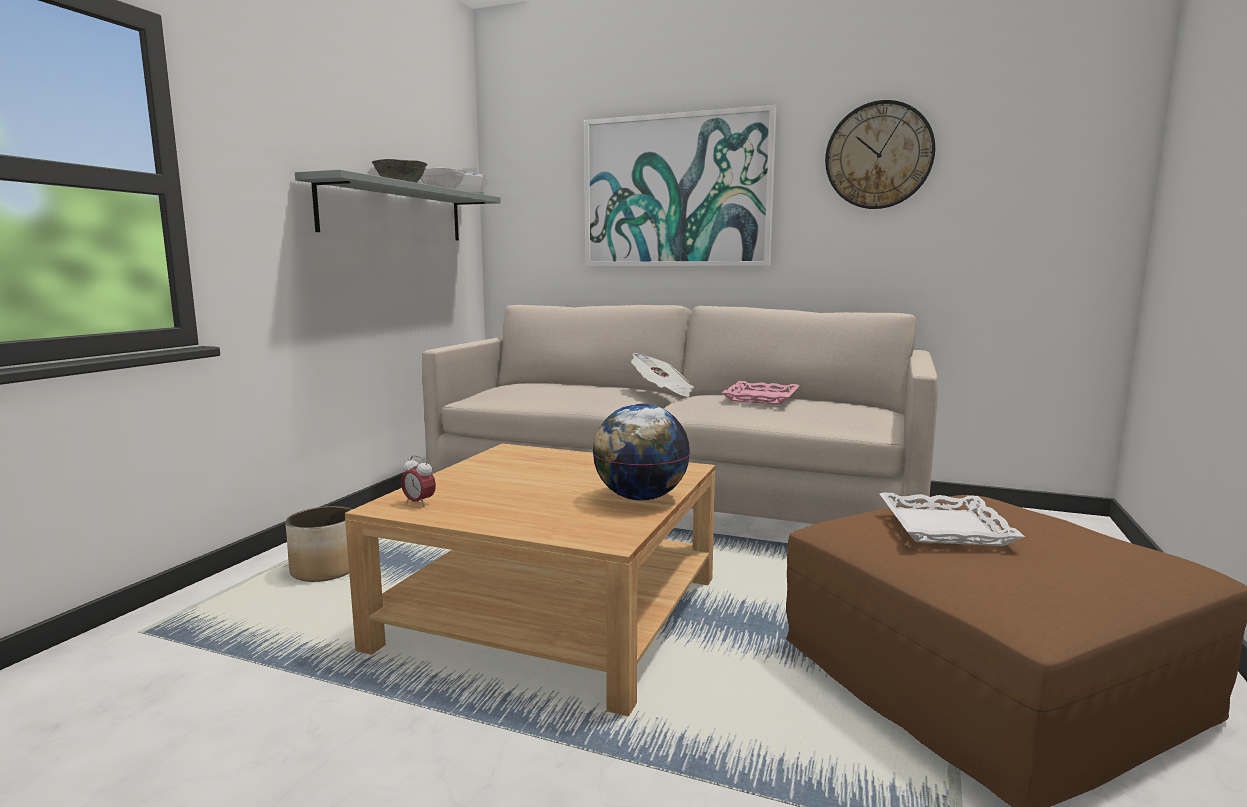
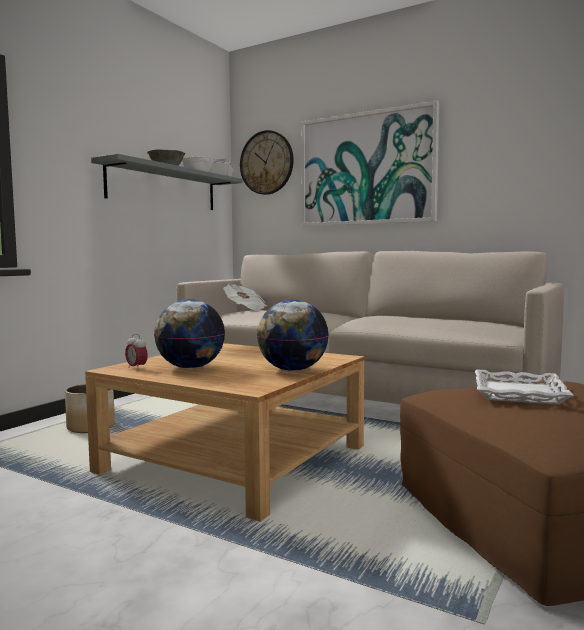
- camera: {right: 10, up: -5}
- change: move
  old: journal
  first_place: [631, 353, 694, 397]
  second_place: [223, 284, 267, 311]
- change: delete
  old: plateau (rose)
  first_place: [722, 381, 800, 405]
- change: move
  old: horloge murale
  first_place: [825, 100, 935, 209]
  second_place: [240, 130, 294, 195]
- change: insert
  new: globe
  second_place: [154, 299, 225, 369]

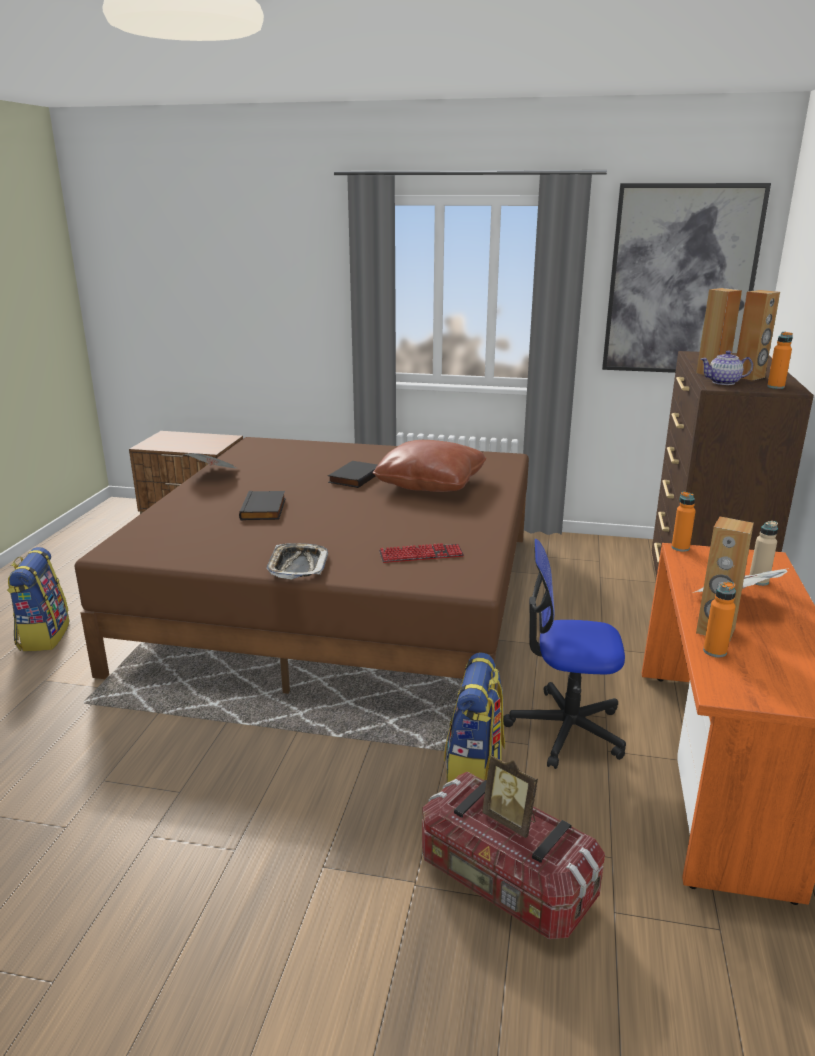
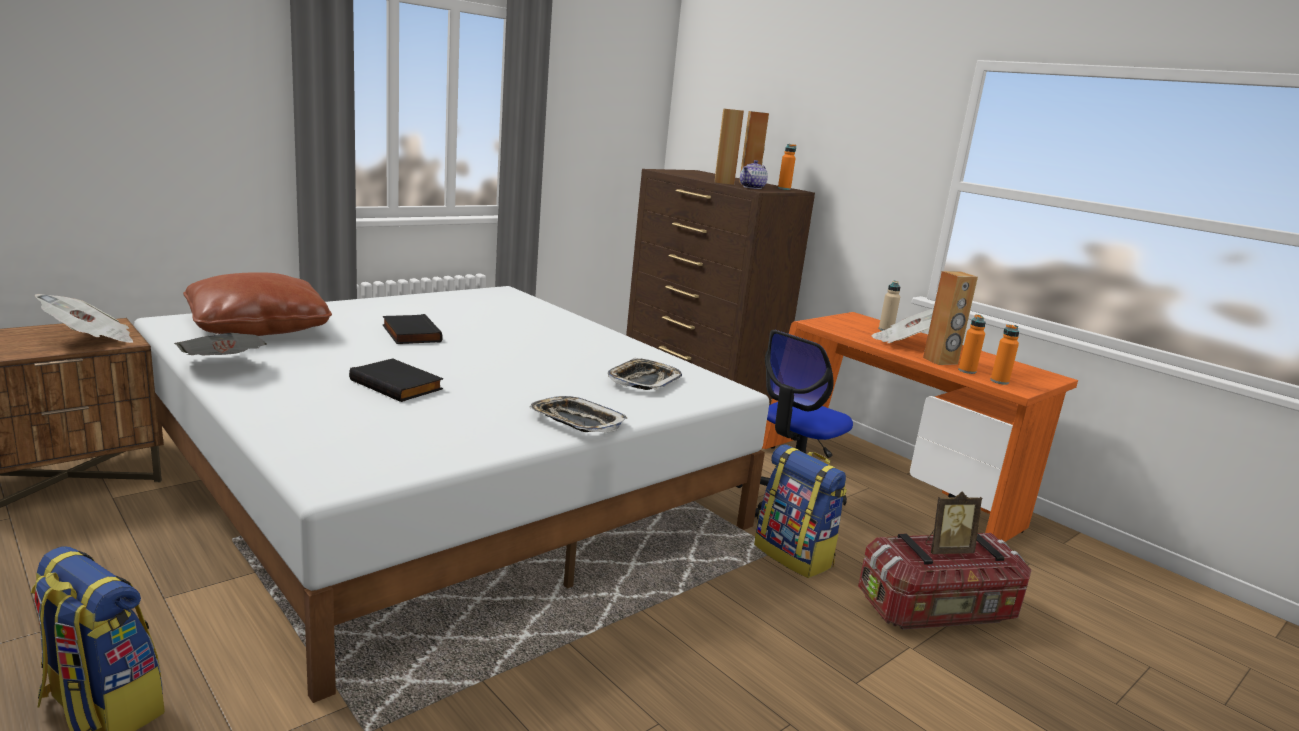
- camera: {right: -55, up: -5}
- change: recolor
  old: lit (marron)
  new: lit (blanc)
  first_place: [75, 437, 529, 694]
  second_place: [134, 286, 769, 703]
- change: move
  old: coussin (marron)
  first_place: [373, 440, 486, 492]
  second_place: [183, 272, 332, 336]
- change: replace
  old: clavier
  new: plateau
  first_place: [379, 543, 464, 563]
  second_place: [608, 358, 682, 390]
- change: delete
  old: tableau
  first_place: [602, 183, 771, 373]
- change: move
  old: bouteille (orange)
  first_place: [672, 491, 696, 552]
  second_place: [990, 324, 1019, 385]
- change: insert
  new: journal
  second_place: [35, 294, 133, 343]

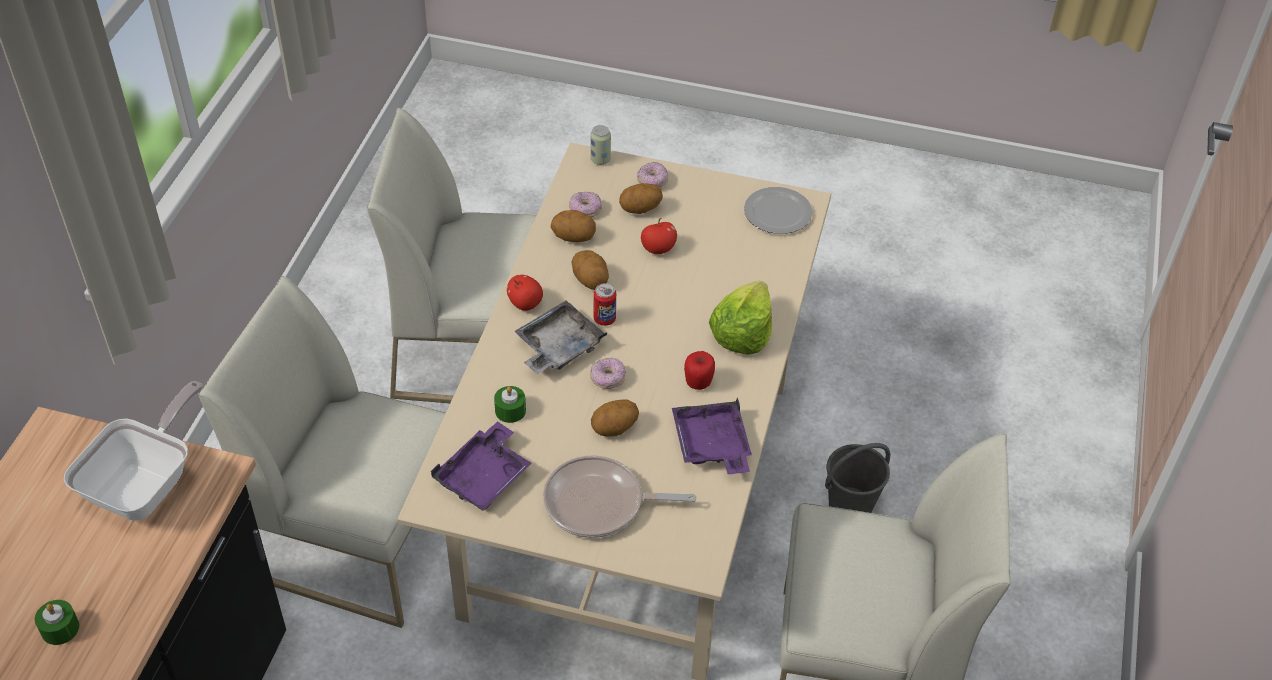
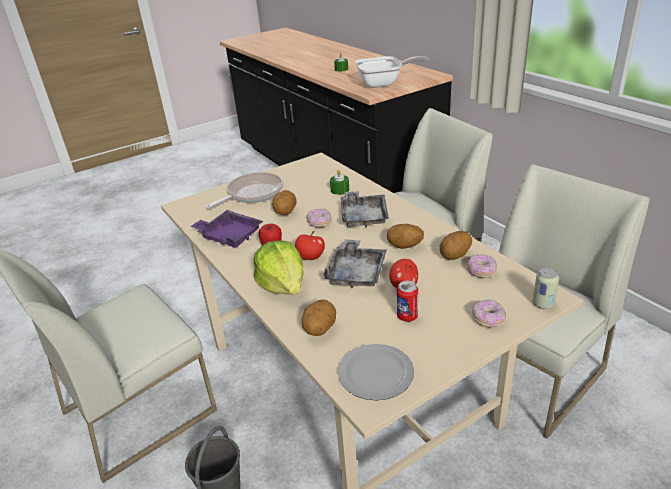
- camera: {right: 135, up: -15}
- change: rotate
  old: poêle
  first_place: [64, 381, 203, 521]
  second_place: [355, 56, 429, 88]
  degrees: -75
- change: delete
  old: plateau (violet)
  first_place: [431, 421, 532, 511]
- change: move
  old: pomme
  first_place: [507, 275, 543, 311]
  second_place: [295, 231, 325, 260]
- change: move
  old: boîte métallique
  first_place: [594, 283, 616, 326]
  second_place: [397, 281, 418, 322]
- change: move
  old: pomme de terre
  first_place: [619, 183, 663, 214]
  second_place: [302, 299, 336, 336]
- change: insert
  new: plateau (gris)
  second_place: [324, 239, 387, 288]

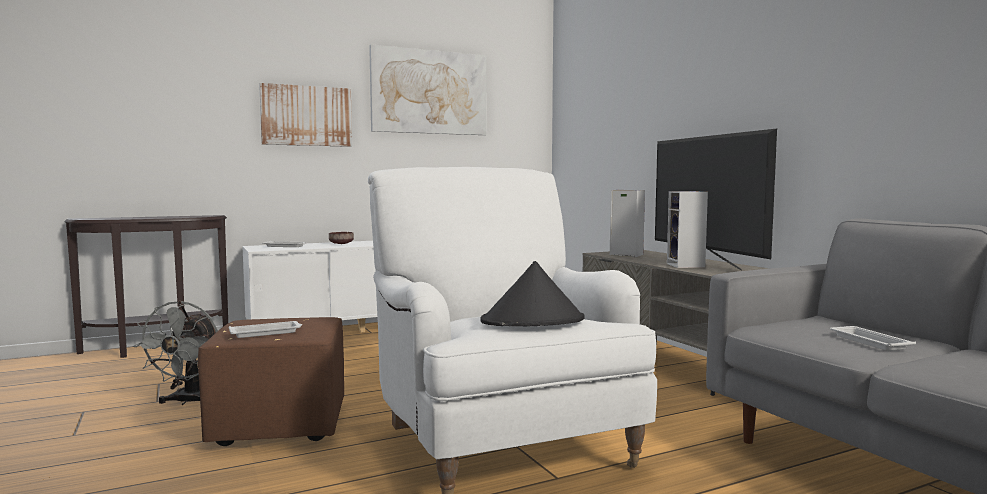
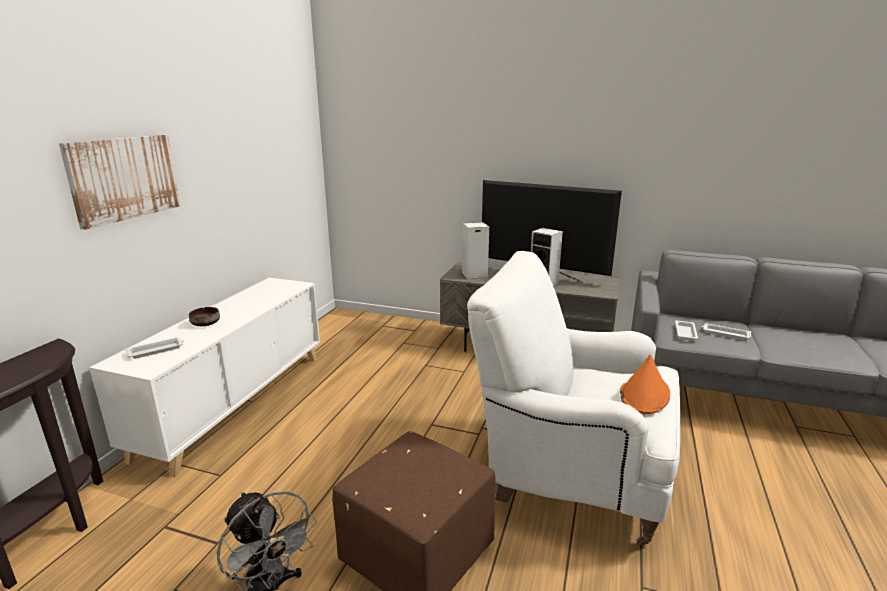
- camera: {right: -45, up: 15}
- change: move
  old: plateau (blanc)
  first_place: [229, 321, 302, 338]
  second_place: [675, 321, 698, 341]
- change: delete
  old: tableau
  first_place: [369, 44, 487, 135]
- change: recolor
  old: chapeau (noir)
  new: chapeau (orange)
  first_place: [480, 261, 585, 326]
  second_place: [620, 355, 670, 414]

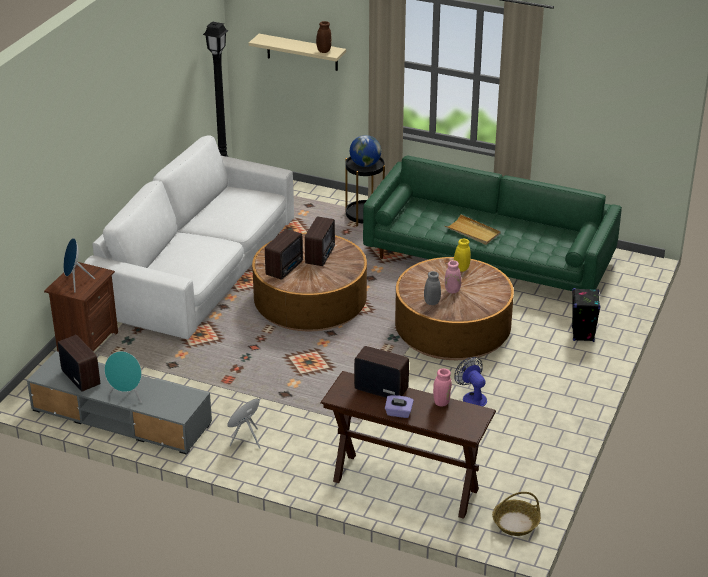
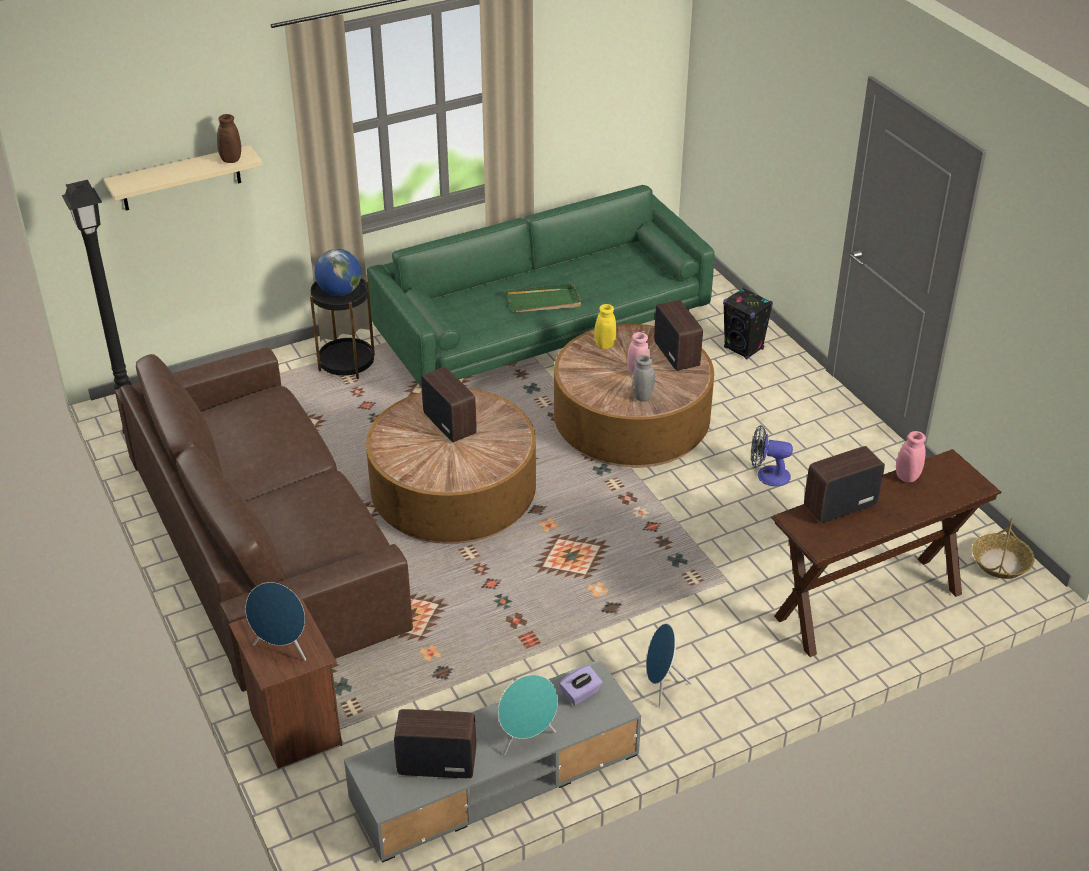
- camera: {right: -50, up: 5}
- change: recolor
  old: canapé (blanc)
  new: canapé (marron)
  first_place: [84, 135, 294, 339]
  second_place: [115, 347, 413, 692]
- change: move
  old: radio
  first_place: [265, 229, 303, 280]
  second_place: [654, 300, 703, 371]
- change: move
  old: boîte à mouchoirs (violet)
  first_place: [385, 395, 414, 418]
  second_place: [559, 665, 603, 706]
- change: recolor
  old: plateau (beige)
  new: plateau (vert)
  first_place: [445, 214, 500, 245]
  second_place: [507, 284, 581, 313]

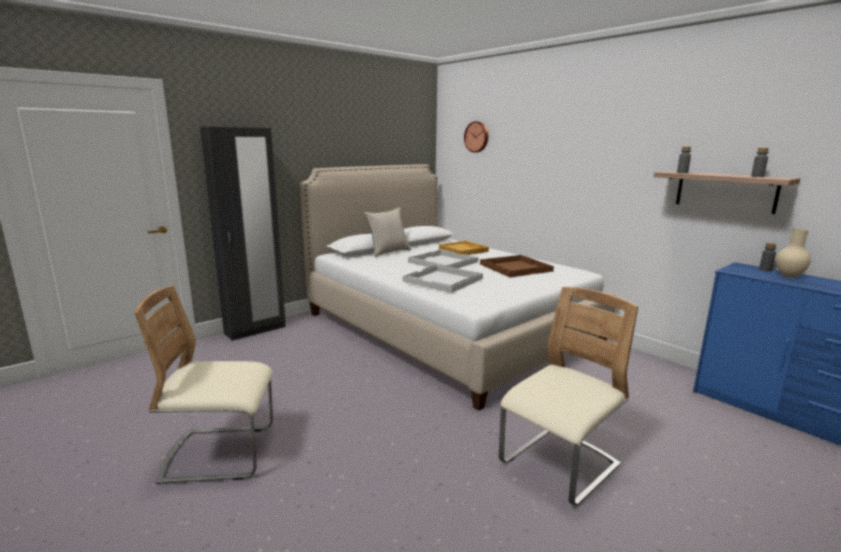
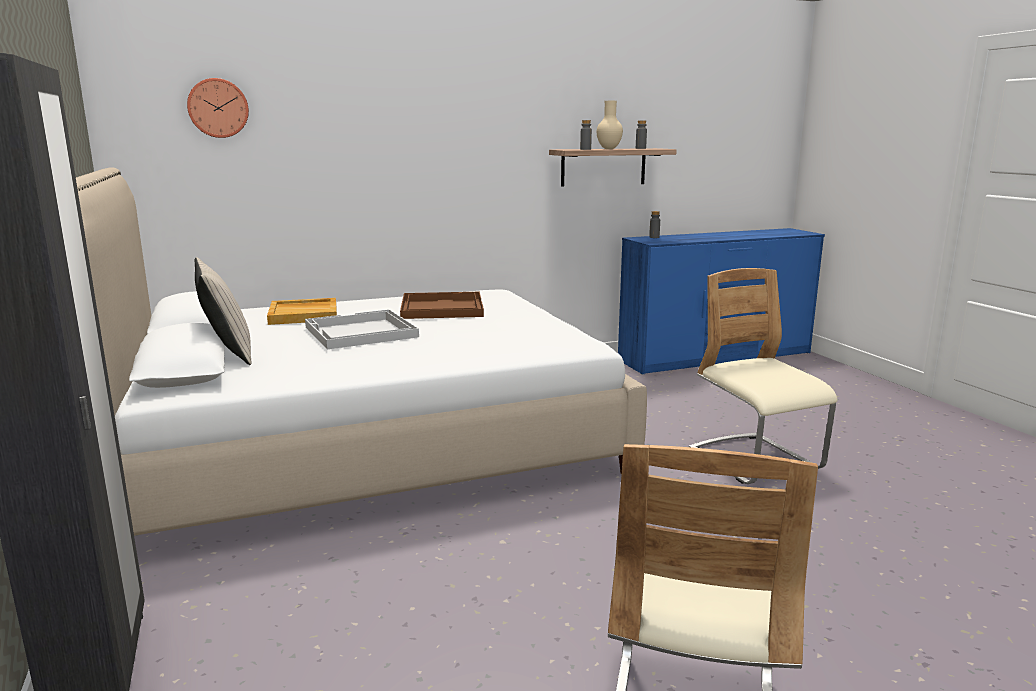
- camera: {right: -70, up: 0}
- change: delete
  old: plateau (blanc)
  first_place: [403, 264, 483, 293]
- change: move
  old: vase (beige)
  first_place: [776, 229, 811, 278]
  second_place: [597, 101, 623, 149]

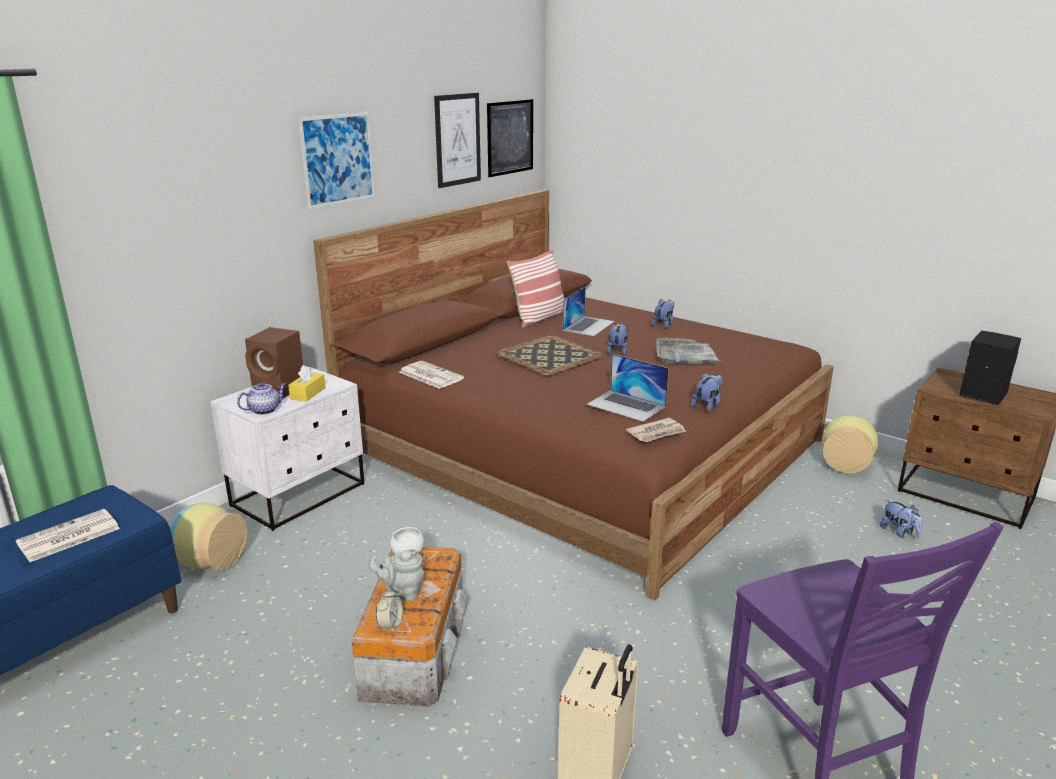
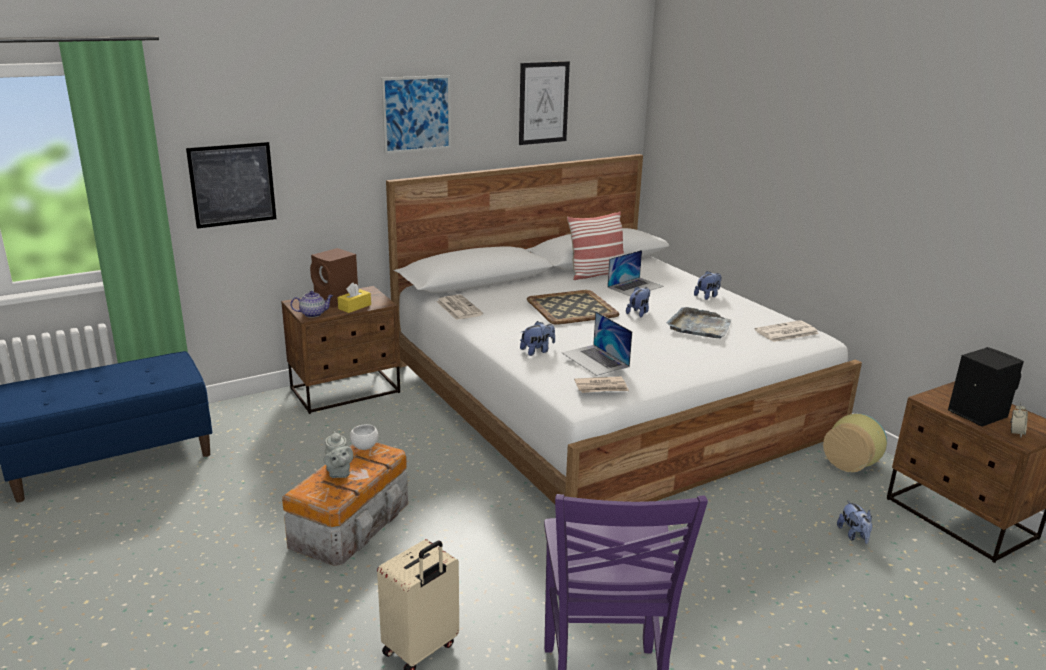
- camera: {right: 20, up: 0}
- change: move
  old: journal
  first_place: [16, 509, 120, 562]
  second_place: [755, 320, 819, 342]
- change: delete
  old: vase
  first_place: [169, 503, 247, 570]
- change: recolor
  old: table de chevet (blanc)
  new: table de chevet (marron)
  first_place: [210, 367, 364, 531]
  second_place: [281, 286, 400, 414]
- change: recolor
  old: lit (marron)
  new: lit (blanc)
  first_place: [313, 189, 834, 601]
  second_place: [386, 154, 862, 504]
- change: rotate
  old: théière (gris)
  first_place: [369, 550, 425, 601]
  second_place: [324, 431, 353, 478]
  degrees: -135
- change: move
  old: réveil
  first_place: [376, 588, 403, 633]
  second_place: [1010, 403, 1028, 437]
- change: move
  old: tableau
  first_place: [487, 99, 533, 177]
  second_place: [186, 142, 276, 229]
- change: move
  old: peluche
  first_place: [690, 373, 723, 412]
  second_place: [520, 321, 555, 356]

